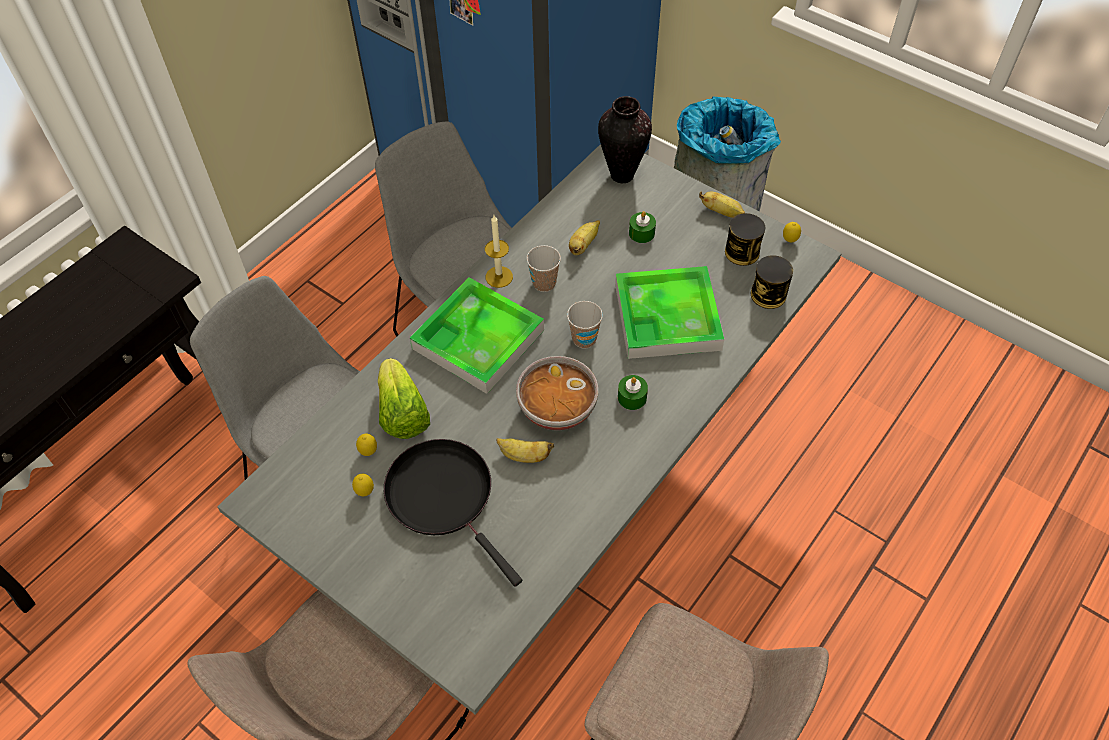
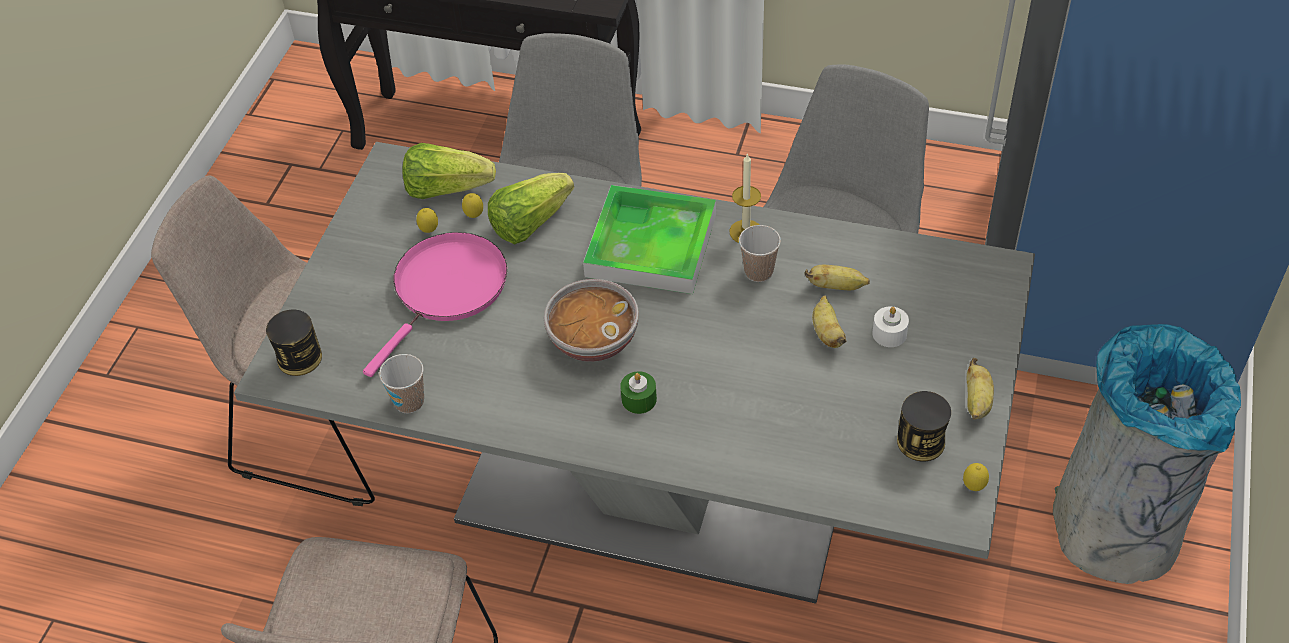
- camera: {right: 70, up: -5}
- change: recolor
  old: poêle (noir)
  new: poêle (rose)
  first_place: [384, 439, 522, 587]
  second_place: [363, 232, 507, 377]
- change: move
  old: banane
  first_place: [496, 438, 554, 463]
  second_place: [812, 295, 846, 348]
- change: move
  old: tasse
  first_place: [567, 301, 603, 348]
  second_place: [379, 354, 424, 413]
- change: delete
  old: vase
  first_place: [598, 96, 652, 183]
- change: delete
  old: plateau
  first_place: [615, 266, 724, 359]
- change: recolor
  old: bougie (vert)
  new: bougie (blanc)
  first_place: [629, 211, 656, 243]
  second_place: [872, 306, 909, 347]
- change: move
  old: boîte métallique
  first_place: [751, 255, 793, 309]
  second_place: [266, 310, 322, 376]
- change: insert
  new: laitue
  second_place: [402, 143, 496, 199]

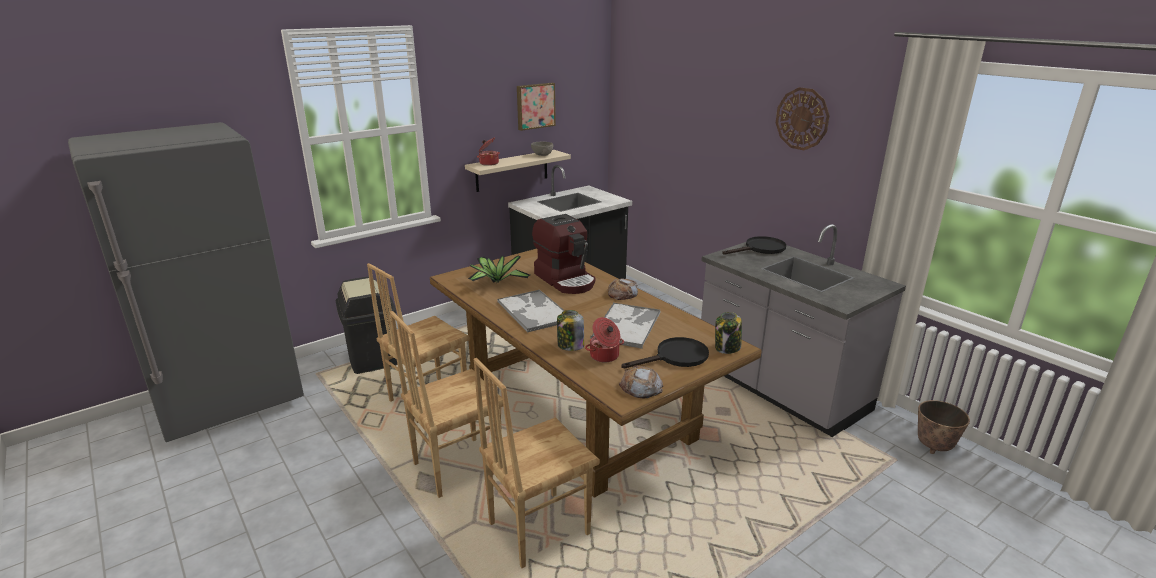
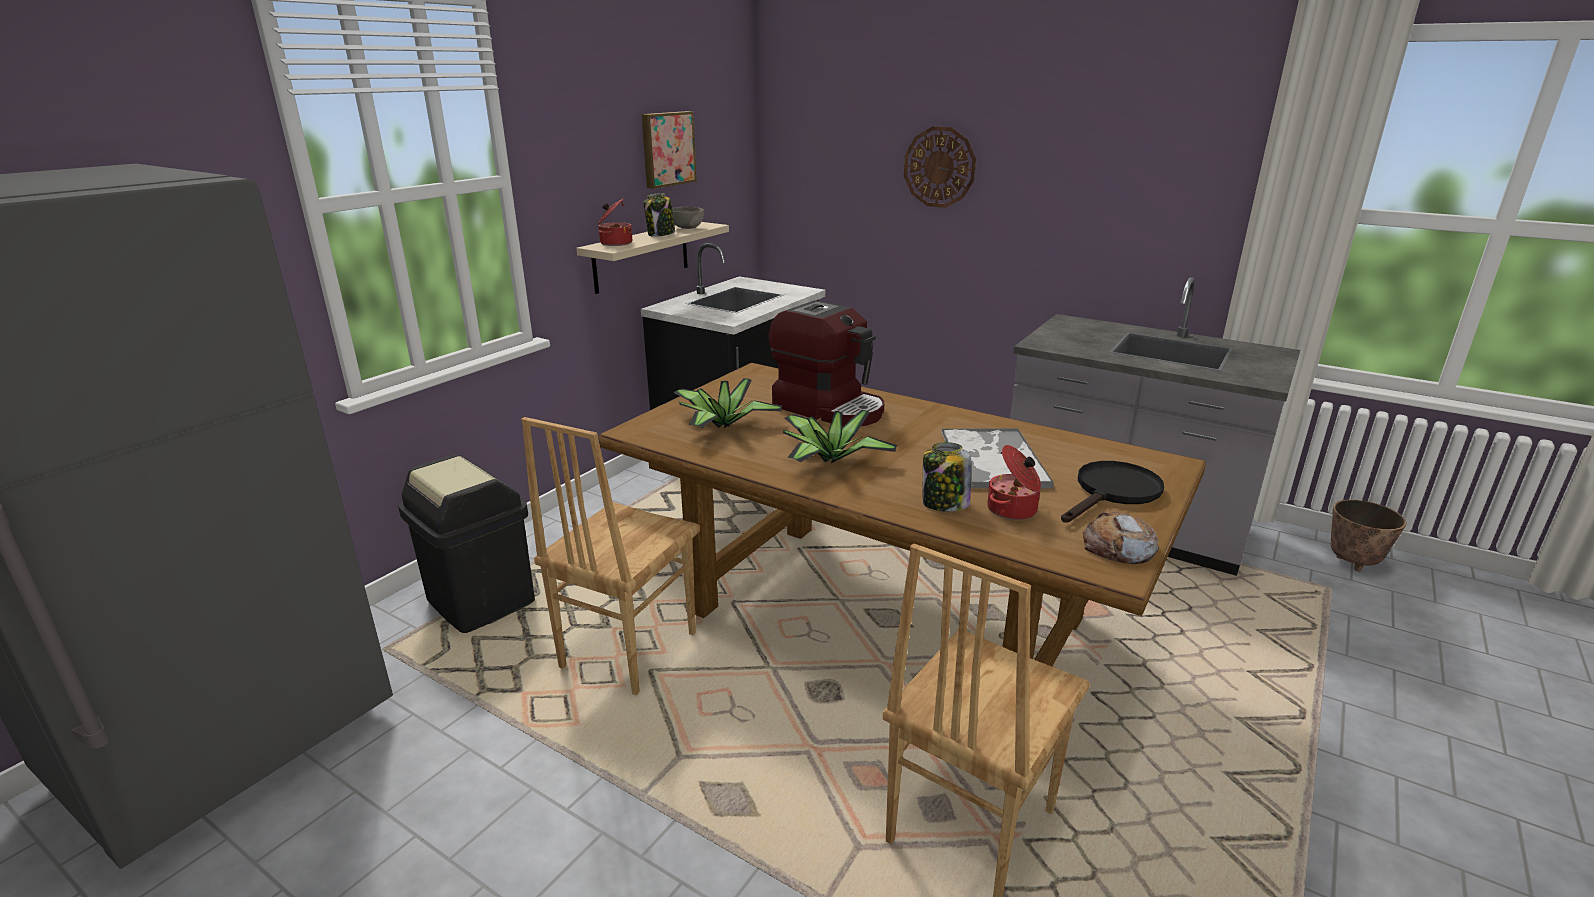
- camera: {right: -20, up: 0}
- change: delete
  old: chaise (marron)
  first_place: [390, 311, 503, 498]
- change: replace
  old: plateau
  new: plante en pot
  first_place: [497, 290, 565, 333]
  second_place: [783, 410, 898, 463]
- change: delete
  old: pain
  first_place: [608, 278, 638, 300]
- change: move
  old: bocal
  first_place: [715, 312, 742, 354]
  second_place: [643, 193, 675, 237]
- change: delete
  old: poêle (noir)
  first_place: [722, 236, 787, 255]
- change: move
  old: horloge murale
  first_place: [776, 87, 830, 150]
  second_place: [904, 126, 976, 208]

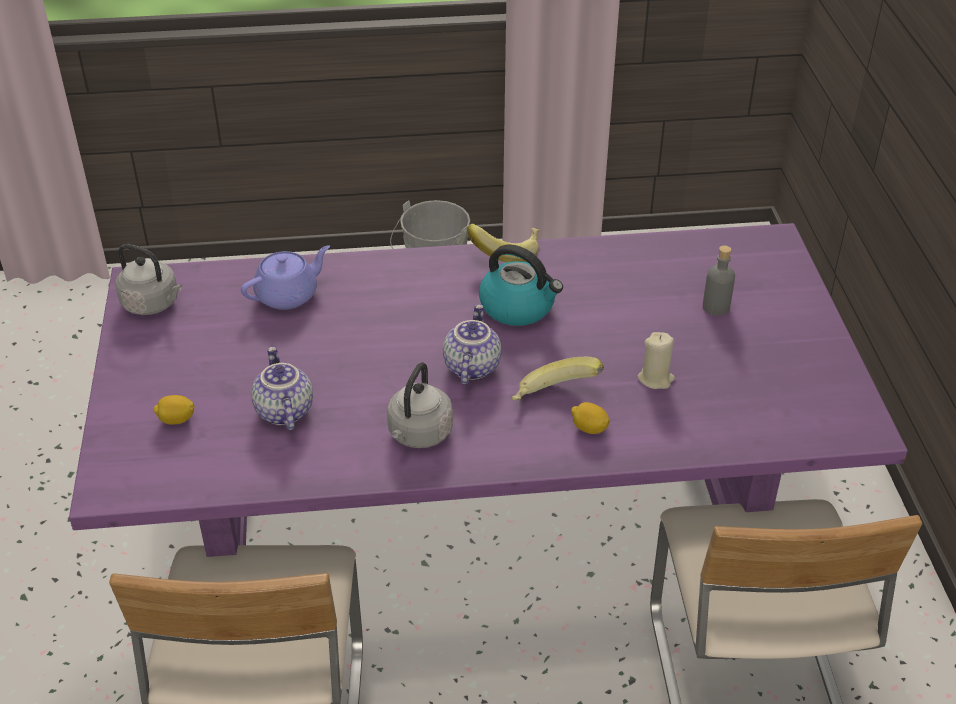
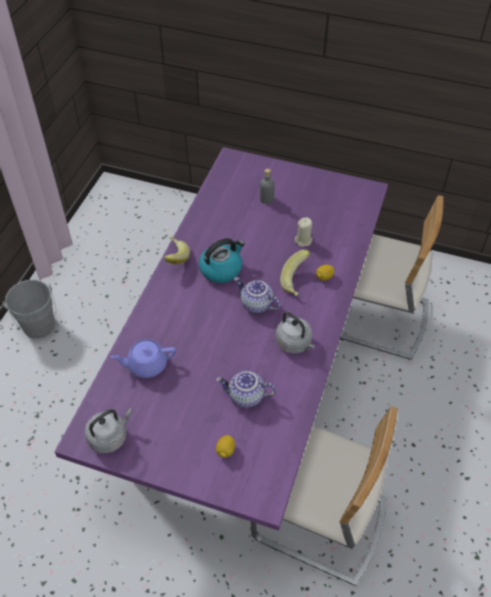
- camera: {right: -65, up: 10}
- change: rotate
  old: théière (violet)
  first_place: [241, 246, 330, 310]
  second_place: [110, 339, 176, 378]
  degrees: -90

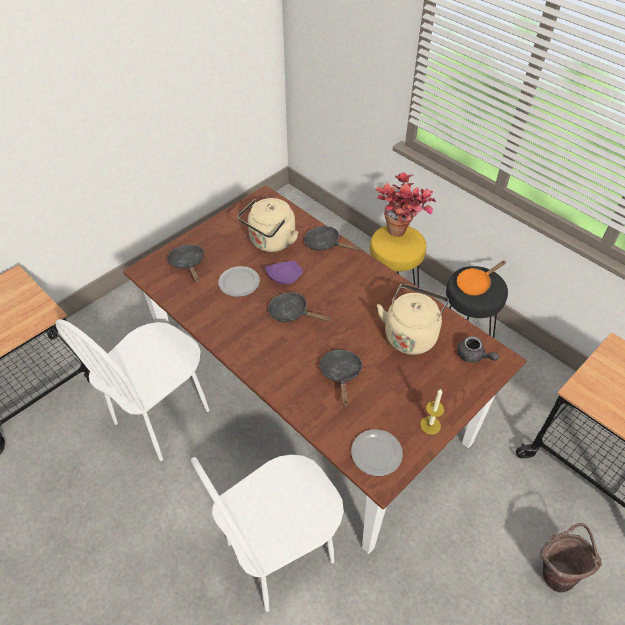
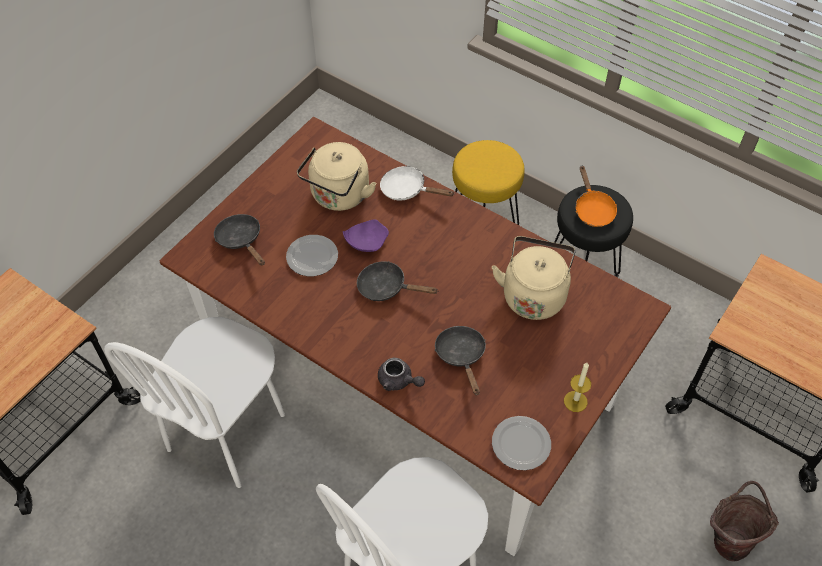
- camera: {right: -10, up: 5}
- change: recolor
  old: poêle (noir)
  new: poêle (blanc)
  first_place: [304, 226, 360, 251]
  second_place: [380, 166, 455, 201]
- change: delete
  old: plante en pot
  first_place: [375, 172, 437, 237]
- change: rotate
  old: poêle (orange)
  first_place: [457, 261, 506, 296]
  second_place: [576, 165, 617, 227]
  degrees: -60
- change: move
  old: théière (gris)
  first_place: [457, 336, 499, 363]
  second_place: [378, 358, 425, 391]

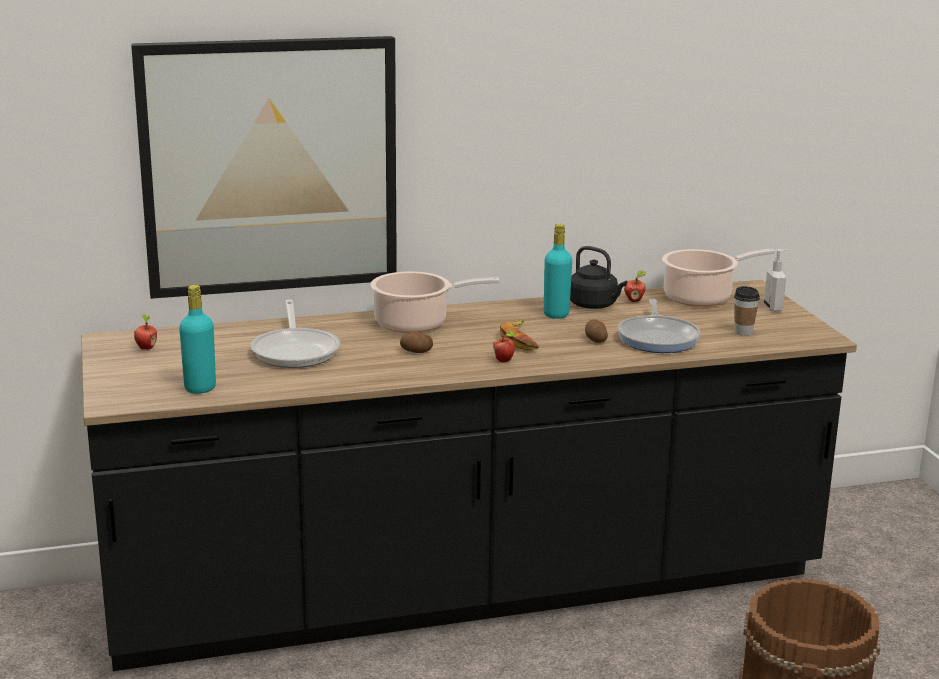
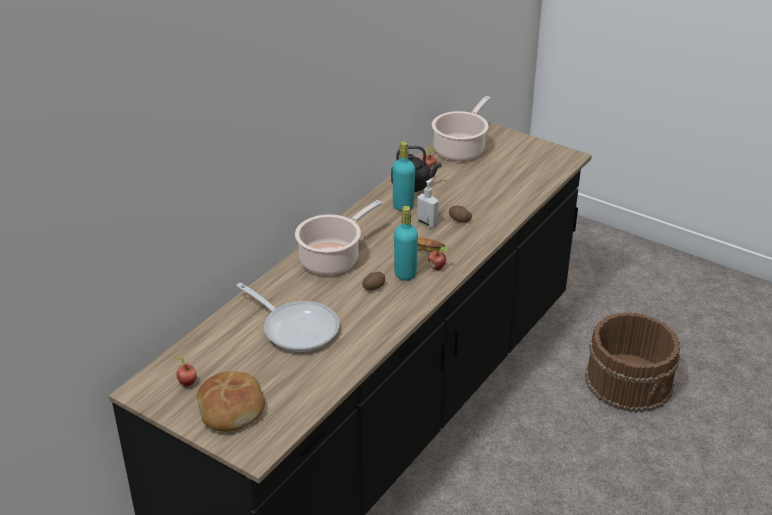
- camera: {right: -40, up: 15}
- change: delete
  old: tableau
  first_place: [131, 36, 397, 299]
- change: move
  old: bouteille (turquoise)
  first_place: [179, 285, 216, 394]
  second_place: [394, 206, 418, 281]
- change: delete
  old: poêle
  first_place: [618, 299, 700, 353]
- change: delete
  old: tasse
  first_place: [734, 286, 760, 336]
- change: move
  old: distributeur de savon
  first_place: [764, 250, 787, 312]
  second_place: [417, 178, 439, 228]
- change: insert
  new: pain
  second_place: [197, 371, 265, 432]

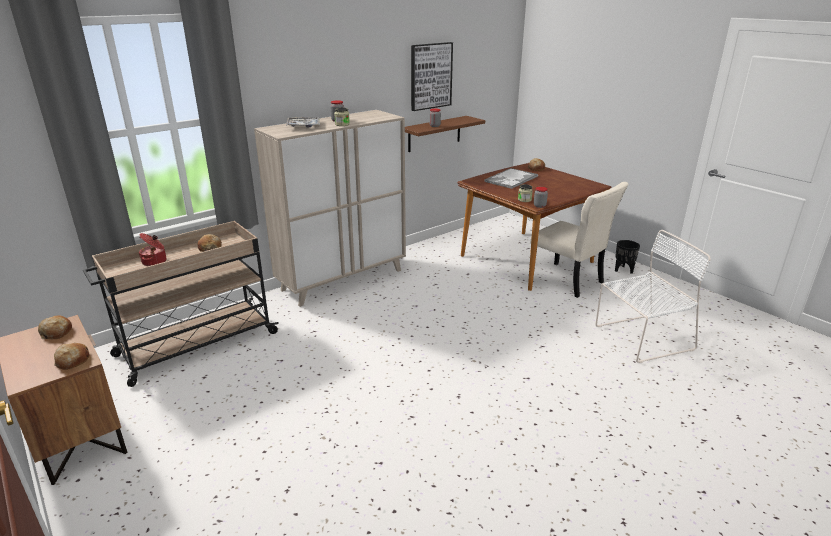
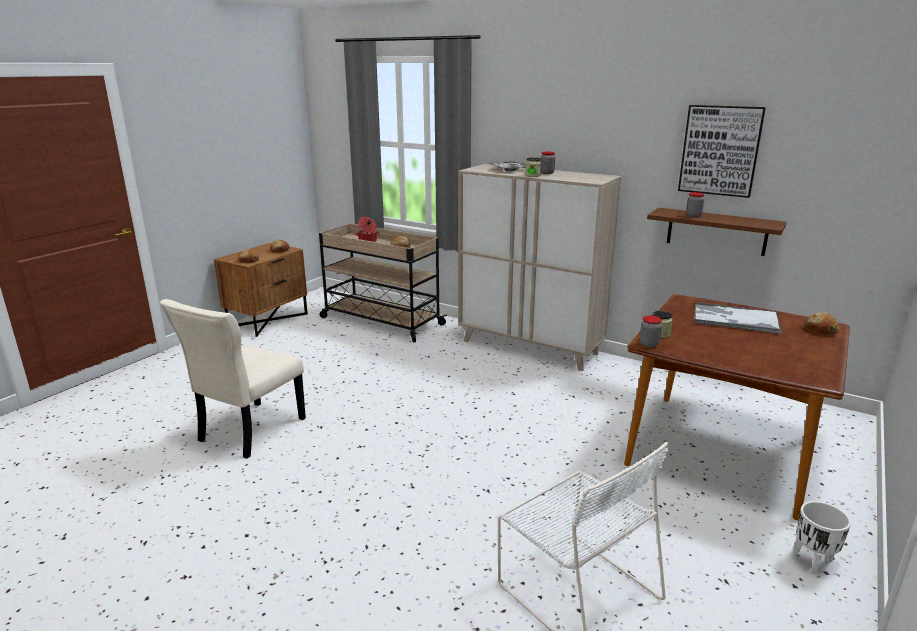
- camera: {right: 70, up: -5}
- change: move
  old: chaise (beige)
  first_place: [529, 182, 629, 298]
  second_place: [160, 299, 306, 459]
- change: recolor
  old: cache-pot (noir)
  new: cache-pot (blanc)
  first_place: [615, 240, 640, 274]
  second_place: [794, 501, 851, 575]

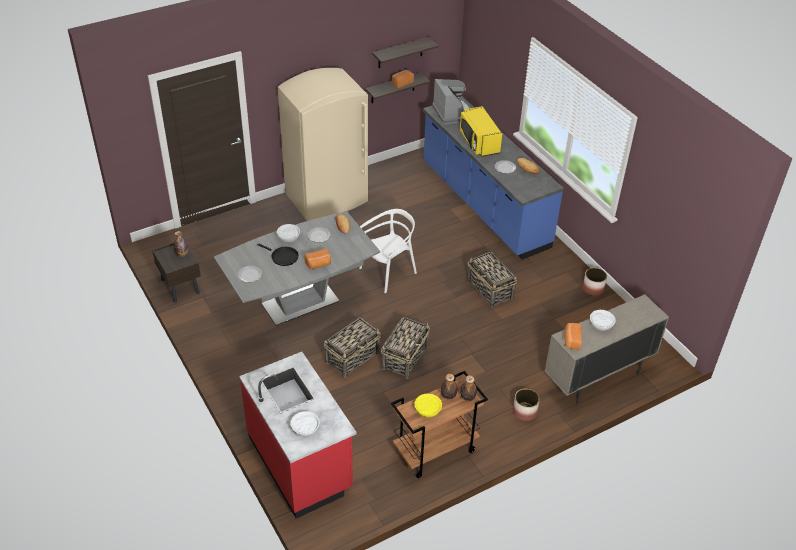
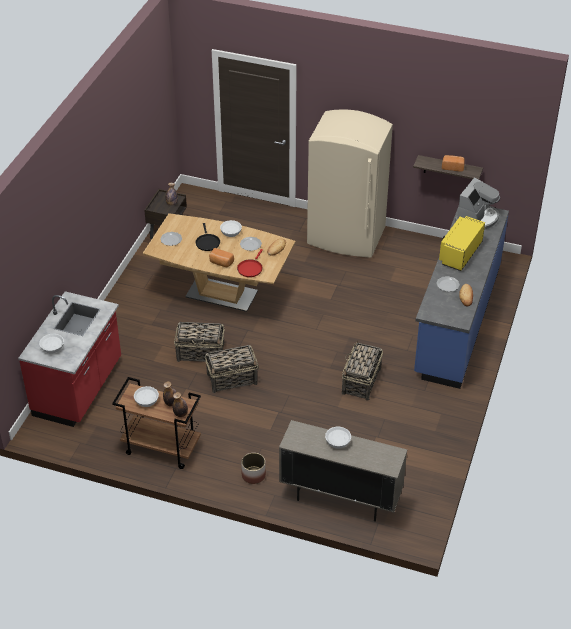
- camera: {right: 50, up: 0}
- change: recolor
  old: table à manger (gris)
  new: table à manger (marron)
  first_place: [214, 211, 380, 326]
  second_place: [143, 213, 295, 312]
- change: delete
  old: chaise (blanc)
  first_place: [359, 209, 417, 293]
- change: delete
  old: étagère
  first_place: [372, 37, 439, 68]
- change: recolor
  old: bol (jaune)
  new: bol (blanc)
  first_place: [415, 394, 442, 417]
  second_place: [134, 386, 159, 407]
- change: delete
  old: pain
  first_place: [564, 323, 582, 350]
- change: delete
  old: cache-pot
  first_place: [583, 268, 607, 296]
- change: insert
  new: poêle (rouge)
  second_place: [237, 249, 263, 277]

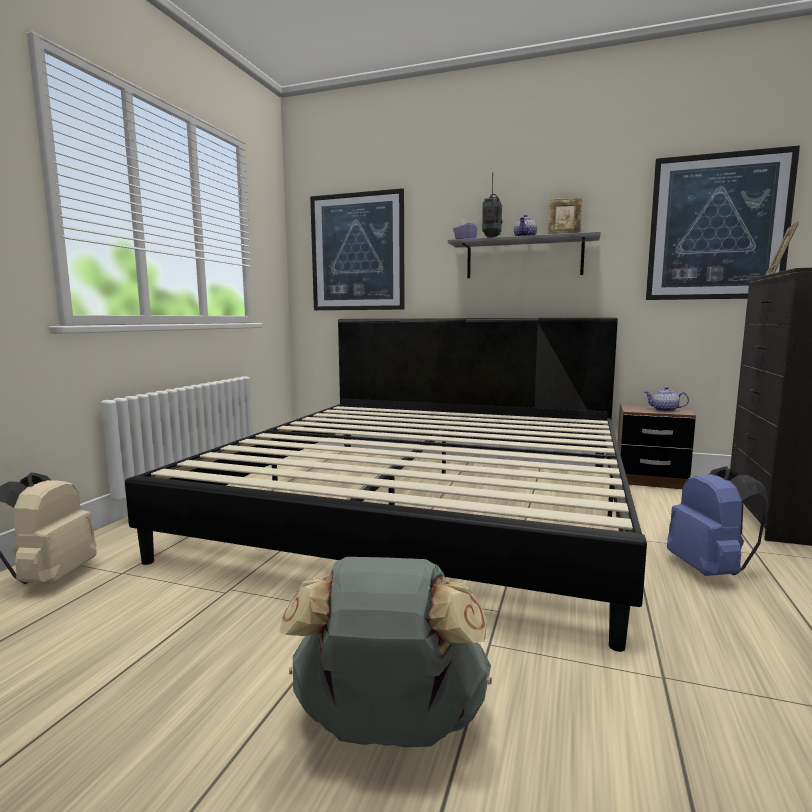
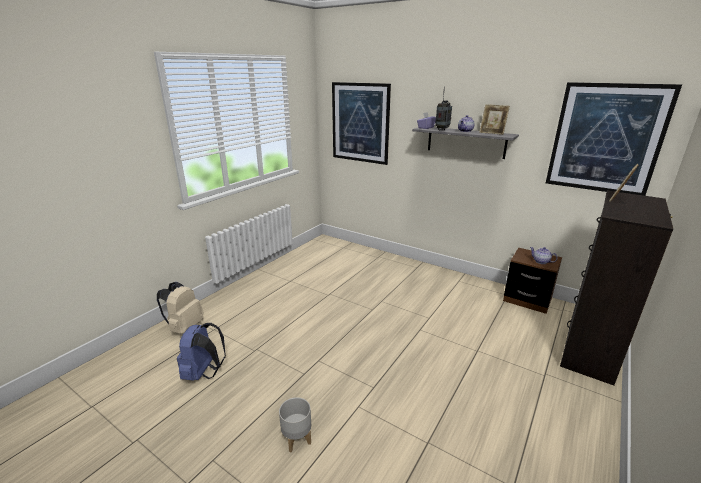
- camera: {right: 15, up: 15}
- change: delete
  old: lit
  first_place: [125, 318, 647, 652]
- change: replace
  old: sac à dos (gris)
  new: cache-pot (gris)
  first_place: [279, 557, 492, 747]
  second_place: [279, 397, 311, 453]
- change: move
  old: sac à dos (bleu)
  first_place: [667, 466, 769, 576]
  second_place: [177, 323, 226, 381]

